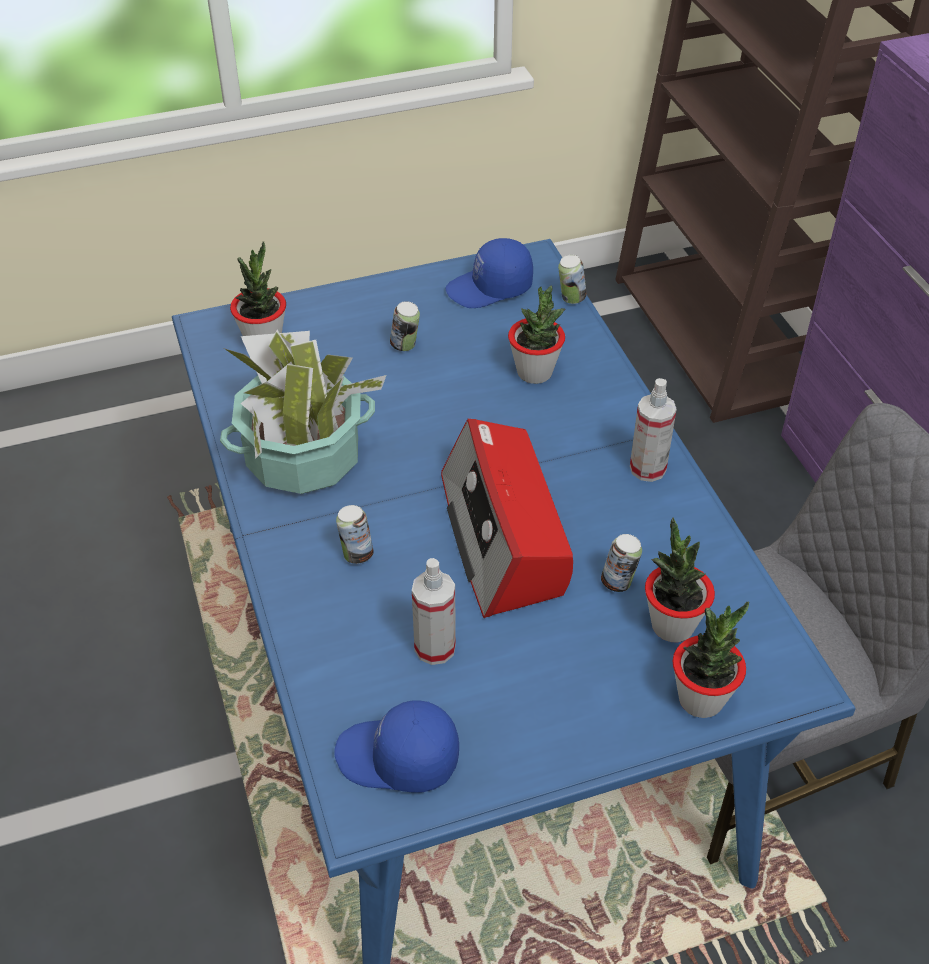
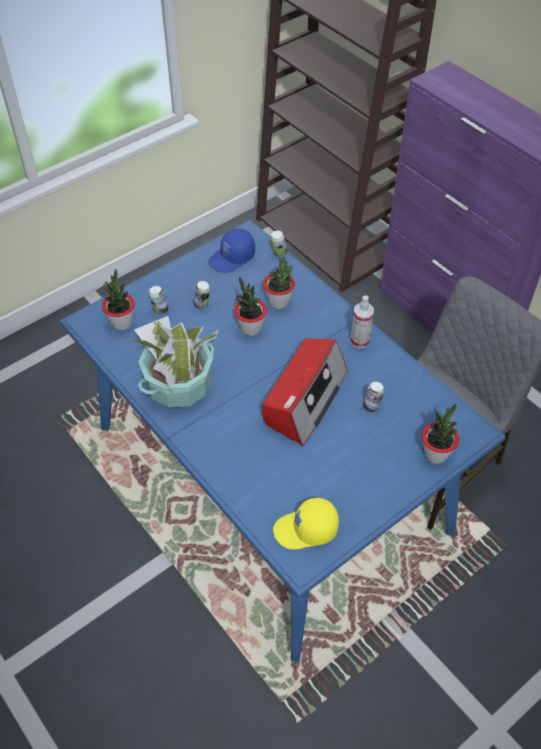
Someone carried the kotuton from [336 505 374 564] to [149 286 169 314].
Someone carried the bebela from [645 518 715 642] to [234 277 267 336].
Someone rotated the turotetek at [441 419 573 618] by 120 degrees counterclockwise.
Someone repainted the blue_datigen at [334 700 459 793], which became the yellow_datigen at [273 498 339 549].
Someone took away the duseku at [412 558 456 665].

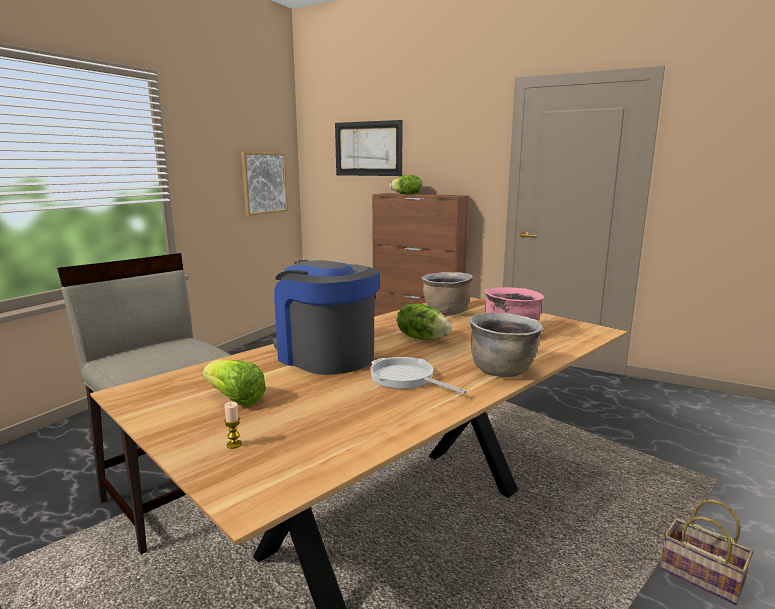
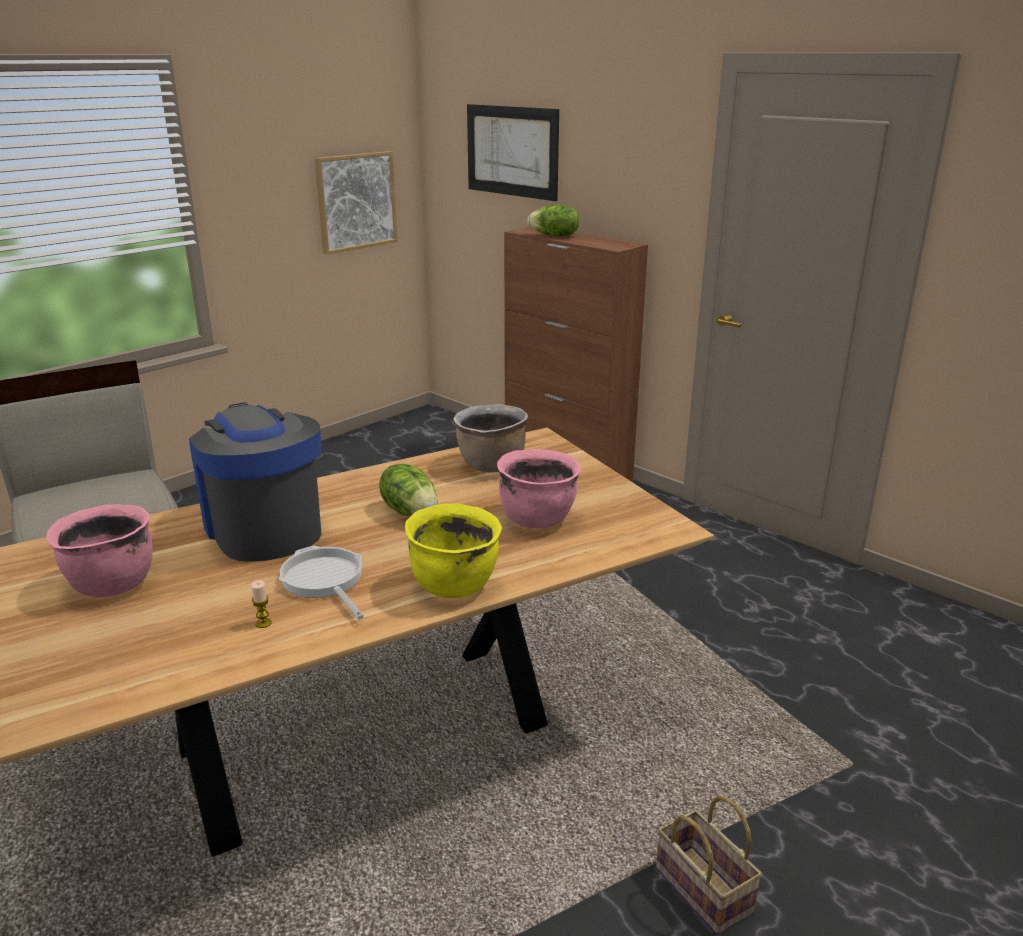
Someone swapped the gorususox at [202 359 266 407] for the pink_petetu at [46 504 153 597].
Someone carried the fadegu from [224 401 242 449] to [251 580 272 628].
Someone repainted the brown_petetu at [470 312 543 377], which became the yellow_petetu at [405 503 502 598].

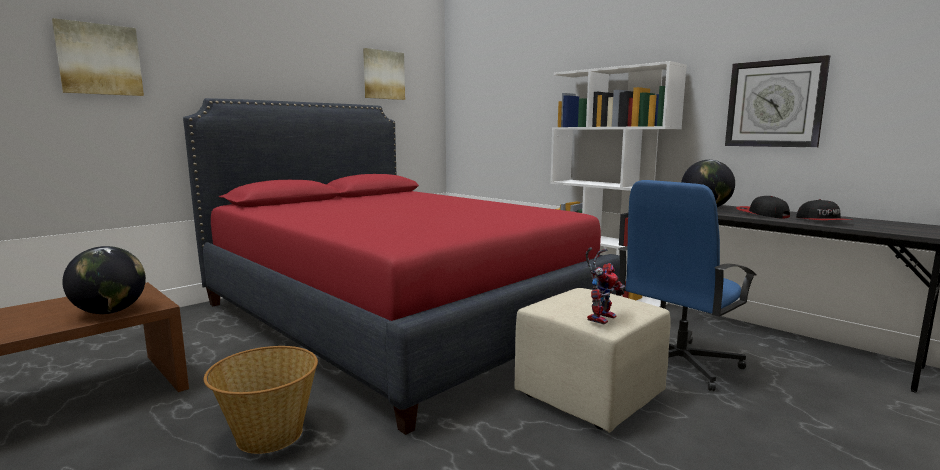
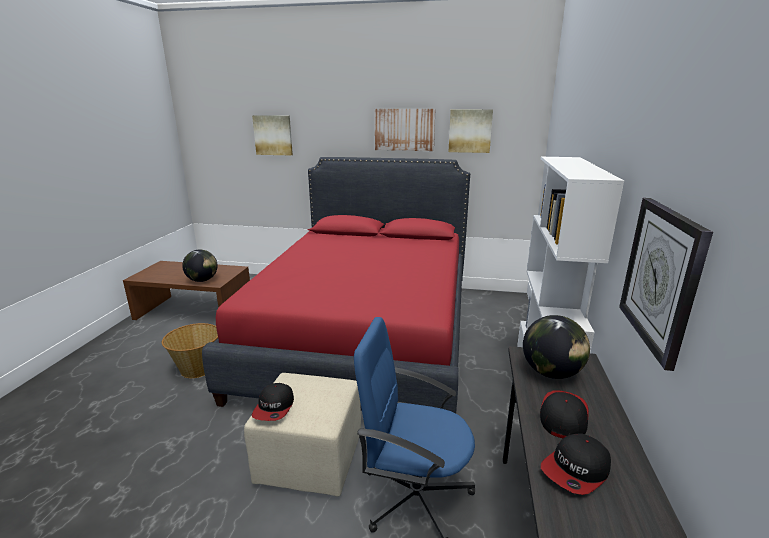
Someone swapped the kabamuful at [586 248 625 325] for the datigen at [252 383 294 421].
Someone put up the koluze at [375 109 436 151].

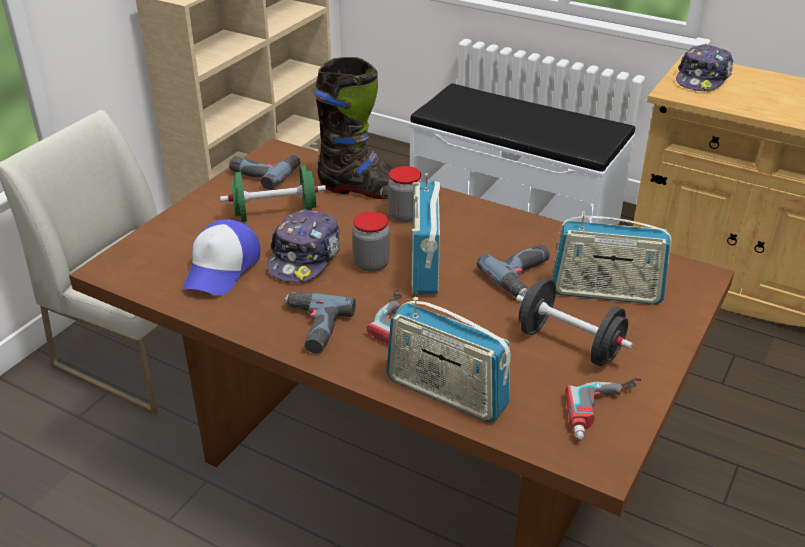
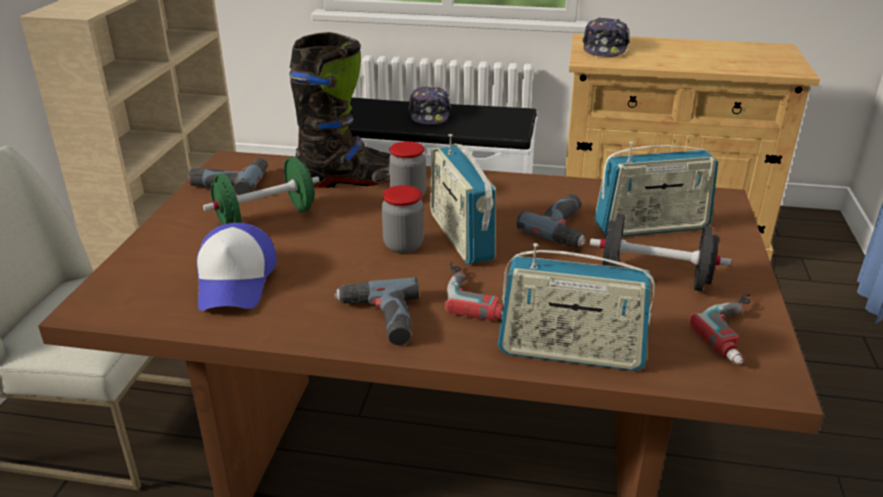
Someone carried the datigen from [267 209 341 283] to [408 86 451 125].

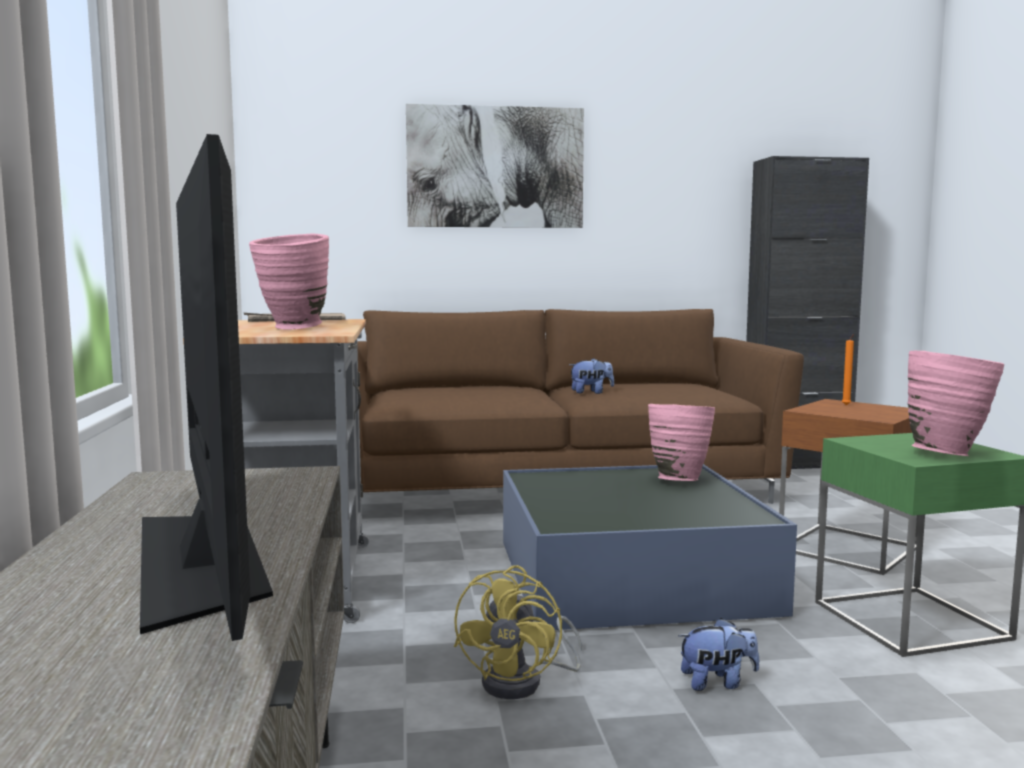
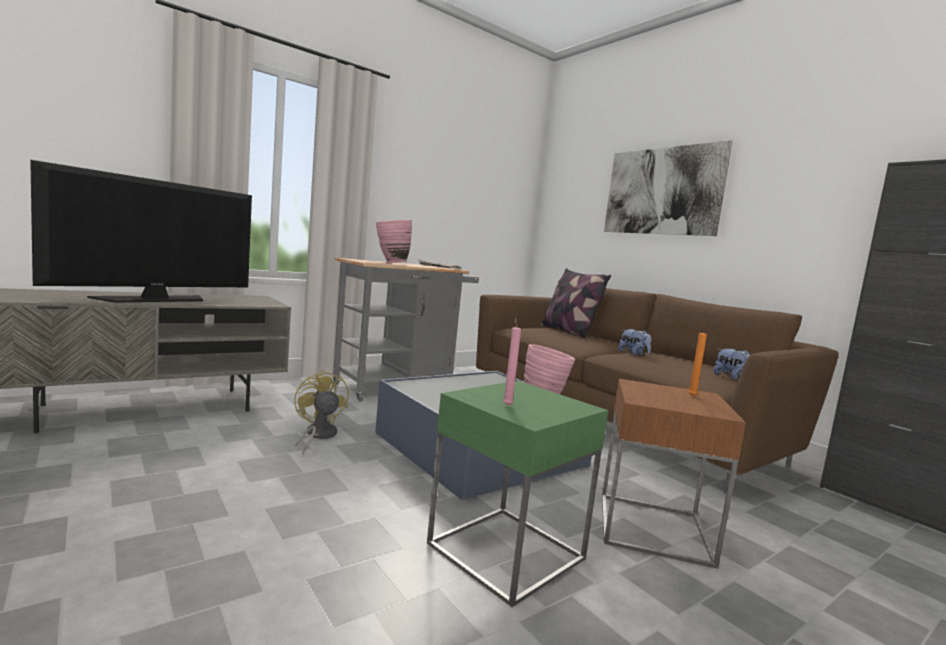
Someone rotated the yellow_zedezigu at [454 565 582 699] by 75 degrees clockwise.
Someone swapped the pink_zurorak at [907 351 1004 456] for the pink_fadegu at [503 318 521 406].
Someone put down the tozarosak at [541 268 611 338].
Someone carried the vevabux from [678 618 759 691] to [713 348 751 380].

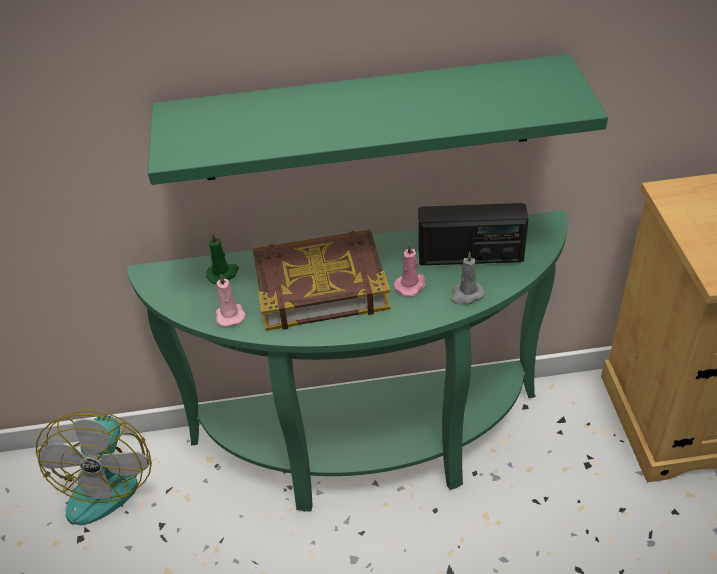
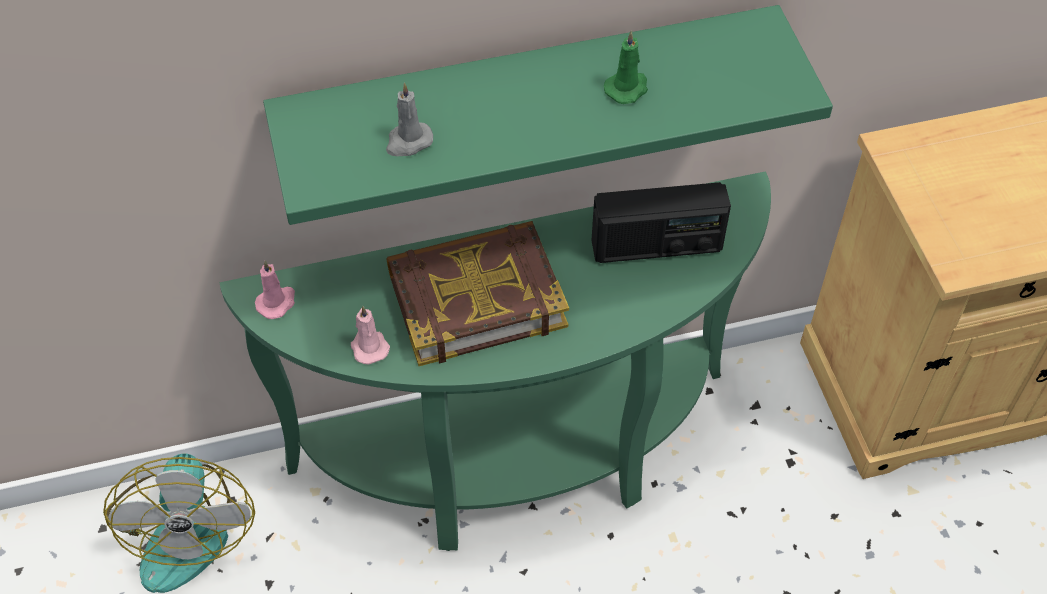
Someone carried the pink_fadegu from [394 243 426 296] to [255 261 295 319].
Someone carried the grey_fadegu from [450 251 484 305] to [386 82 433 156].
Someone carried the green_fadegu from [206 233 239 284] to [604 30 648 104].

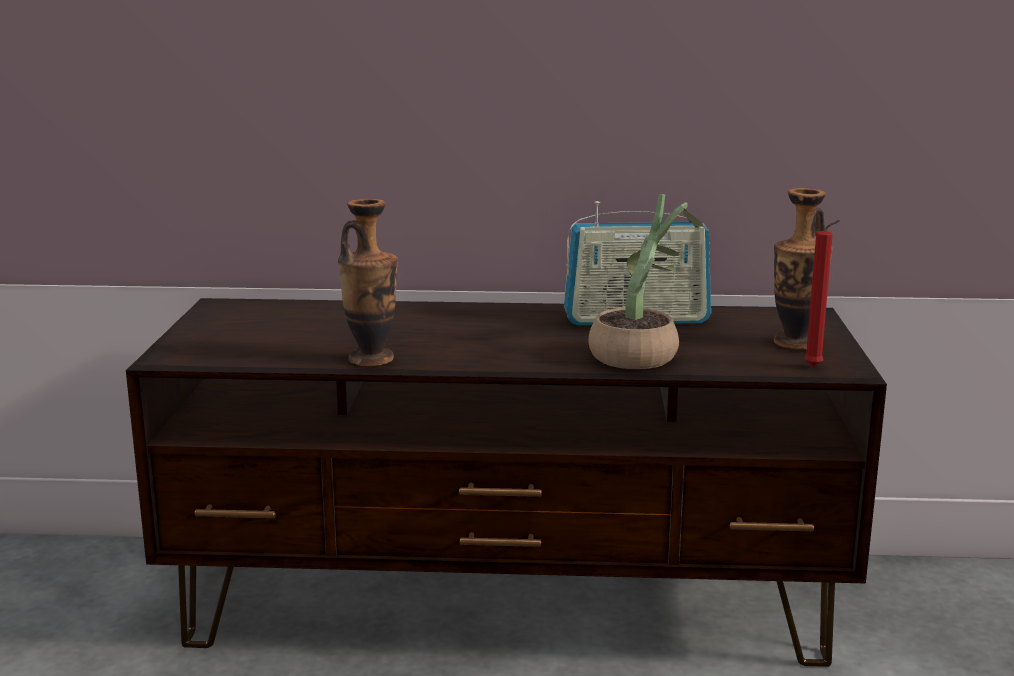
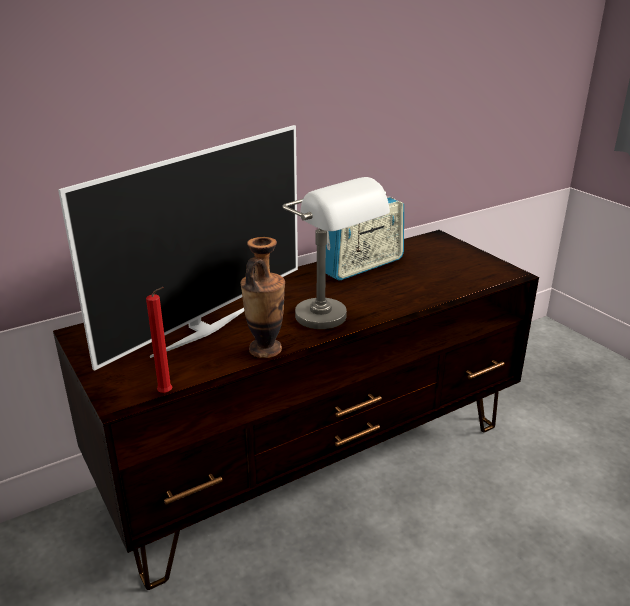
Someone put down the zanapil at [58 125 298 371].
Someone carried the red_fadegu from [804 220 840 366] to [146 287 172 394].
Someone put down the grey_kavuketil at [282 177 390 329].
Someone took away the bebela at [589 194 703 369].
Someone took away the zurorak at [774 188 833 350].

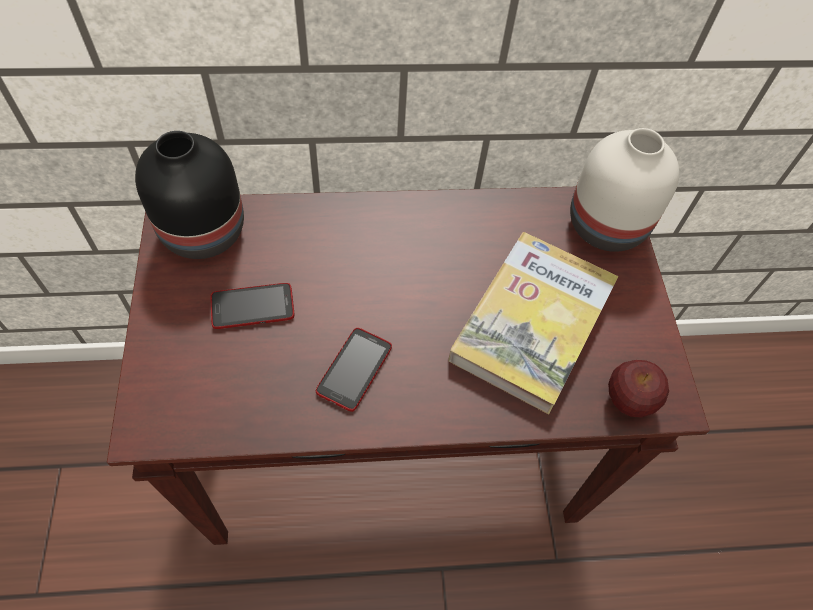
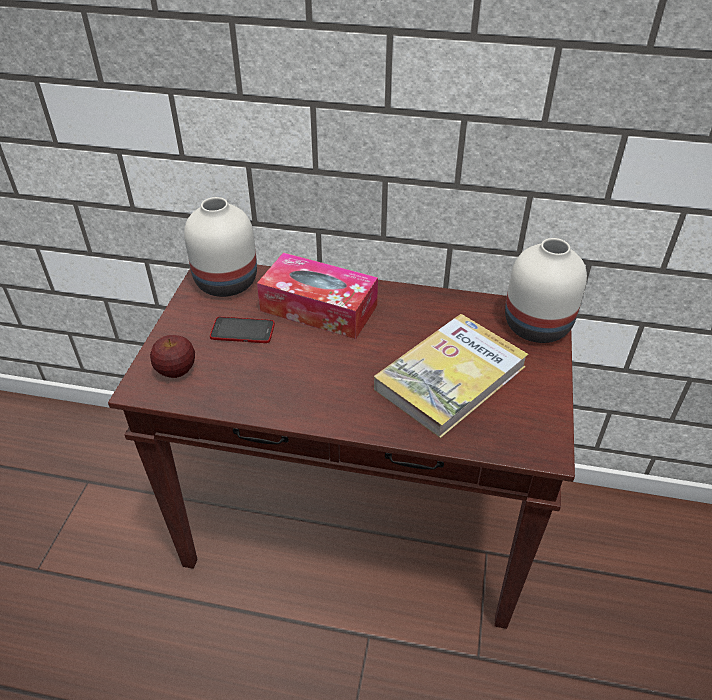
Someone carried the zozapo from [608 360 669 417] to [150 335 195 378].
Someone repainted the black_zurorak at [135 131 244 259], which became the white_zurorak at [184 197 257 297].
Someone put down the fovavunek at [257 252 378 339].
Someone took away the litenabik at [316 328 392 412].

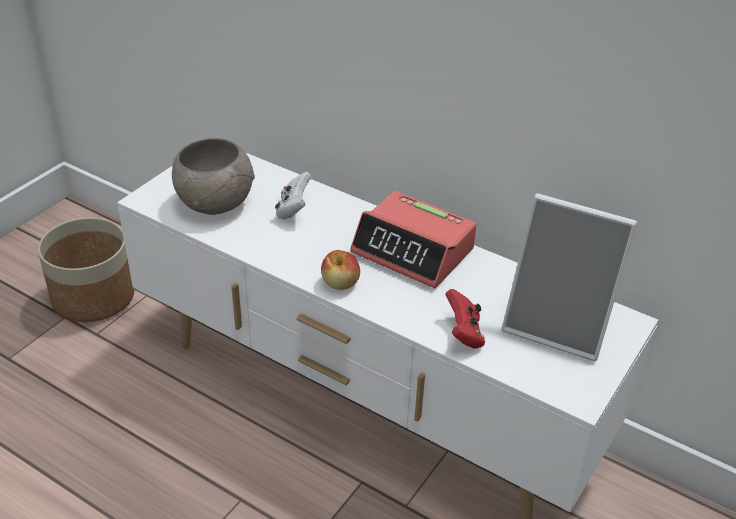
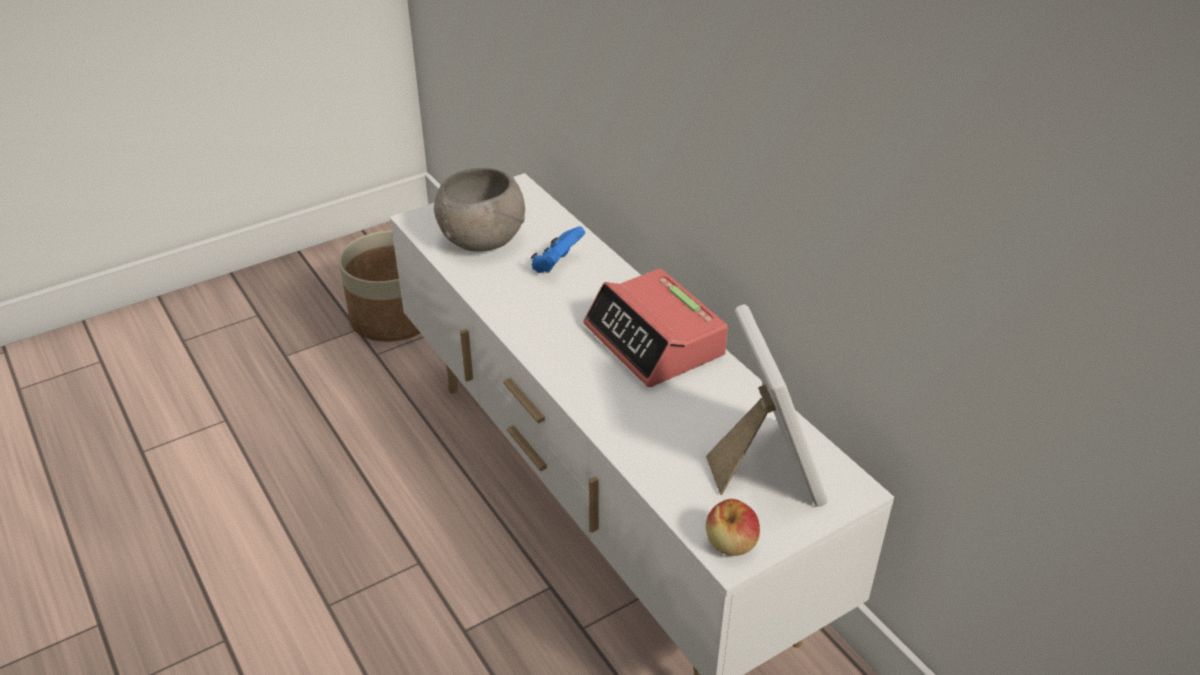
Someone repainted the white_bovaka at [275 172 312 219], which became the blue_bovaka at [531 226 585 273].
Someone rotated the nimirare at [502 193 637 361] by 150 degrees counterclockwise.
Someone carried the zozapo from [321 250 360 290] to [706 499 760 556].
Someone took away the red_bovaka at [445 289 485 349].

